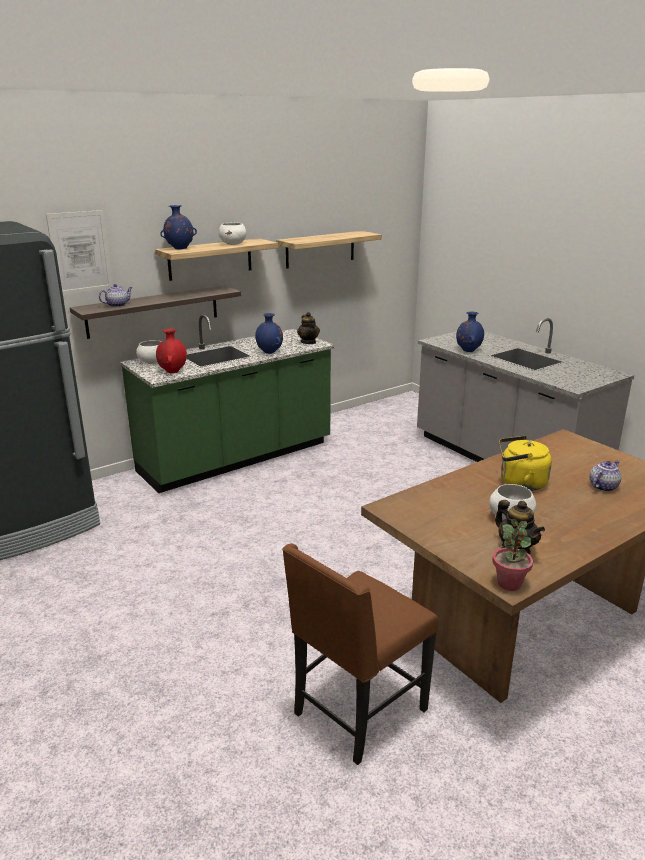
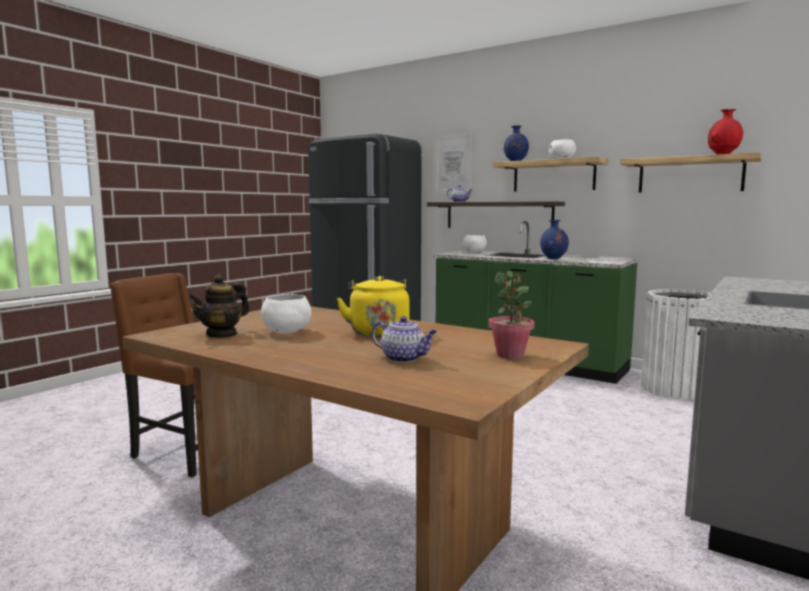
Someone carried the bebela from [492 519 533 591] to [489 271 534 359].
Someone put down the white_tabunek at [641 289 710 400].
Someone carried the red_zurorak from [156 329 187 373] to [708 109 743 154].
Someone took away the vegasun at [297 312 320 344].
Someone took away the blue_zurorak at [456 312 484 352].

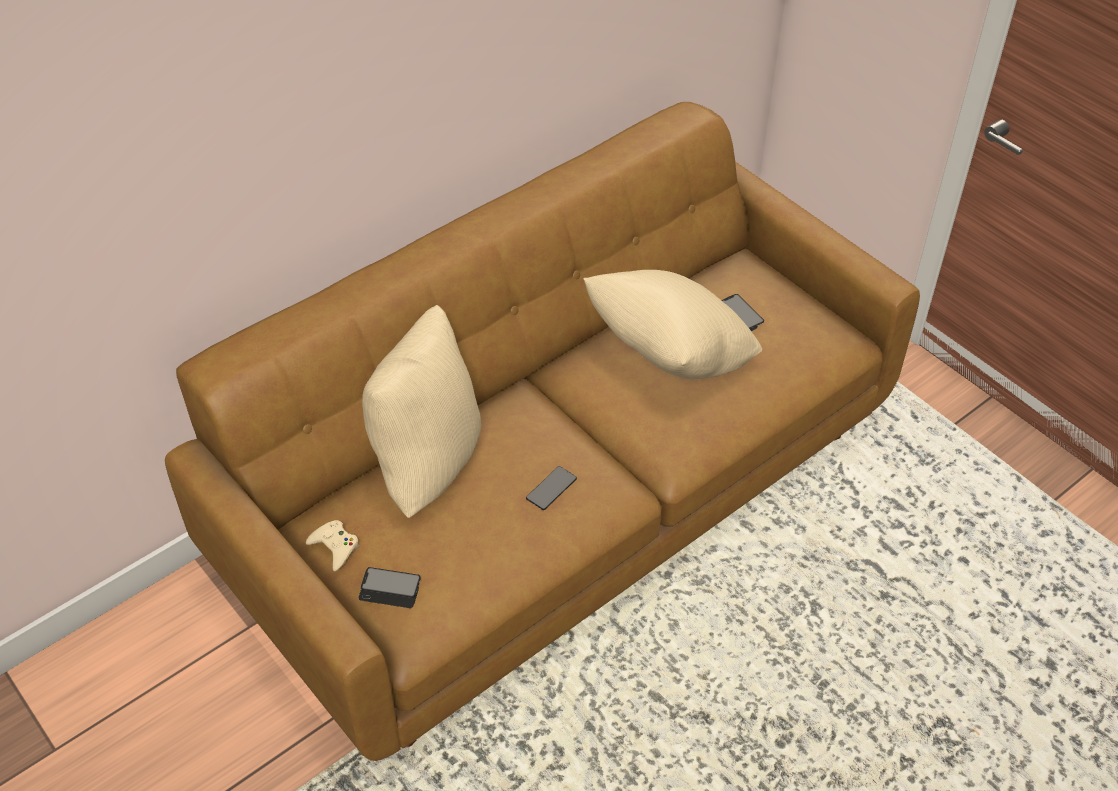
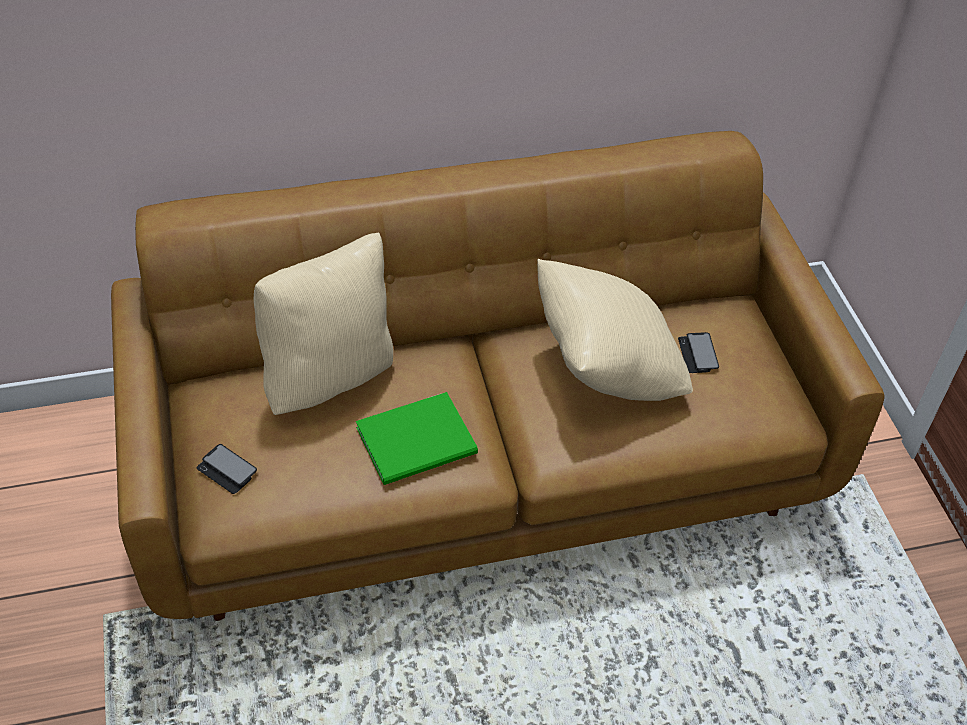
Someone swapped the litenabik at [526 466 577 510] for the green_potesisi at [356 392 478 485].
Someone took away the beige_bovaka at [306 520 359 571].

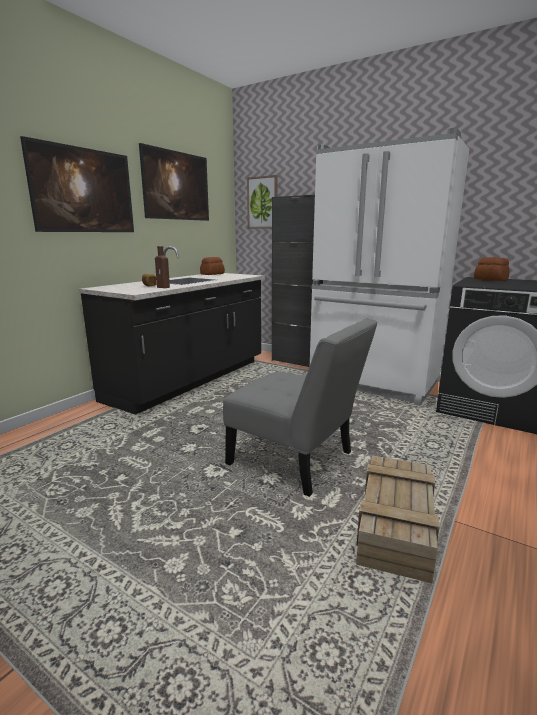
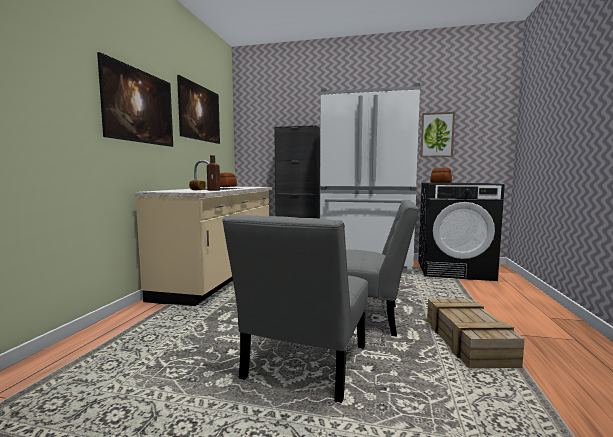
Someone repainted the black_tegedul at [79 246 265 415], which became the beige_tegedul at [135 160 272 306].
Someone put down the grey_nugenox at [222 215 368 403].
Someone carried the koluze from [247 175 278 229] to [420 112 455 157].

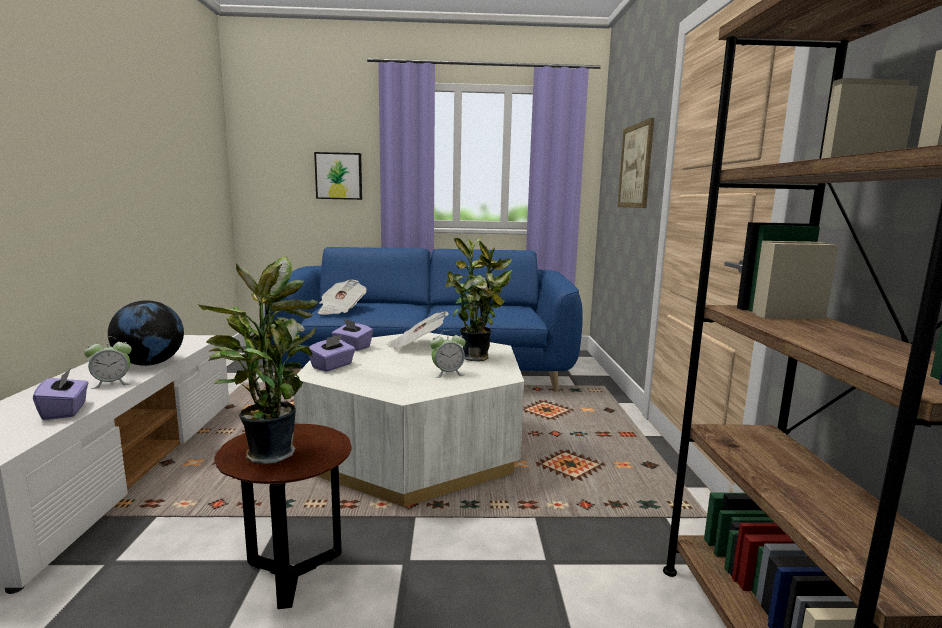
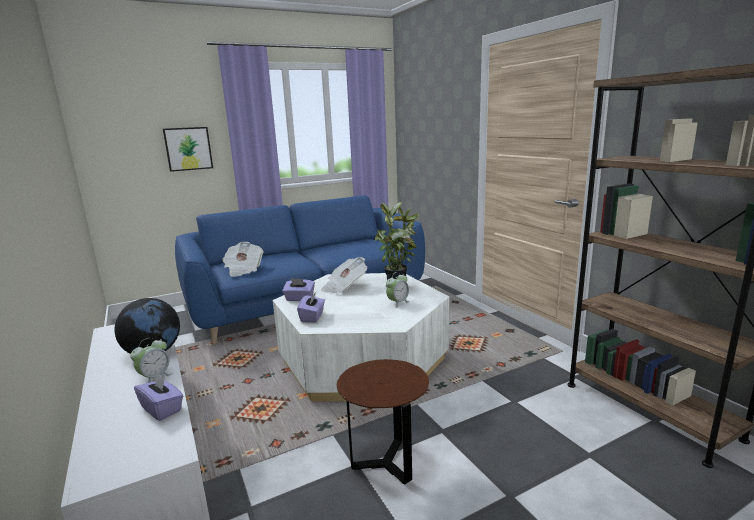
Someone took away the bebela at [198 256 318 464].
Someone took away the koluze at [617 118 654 208].

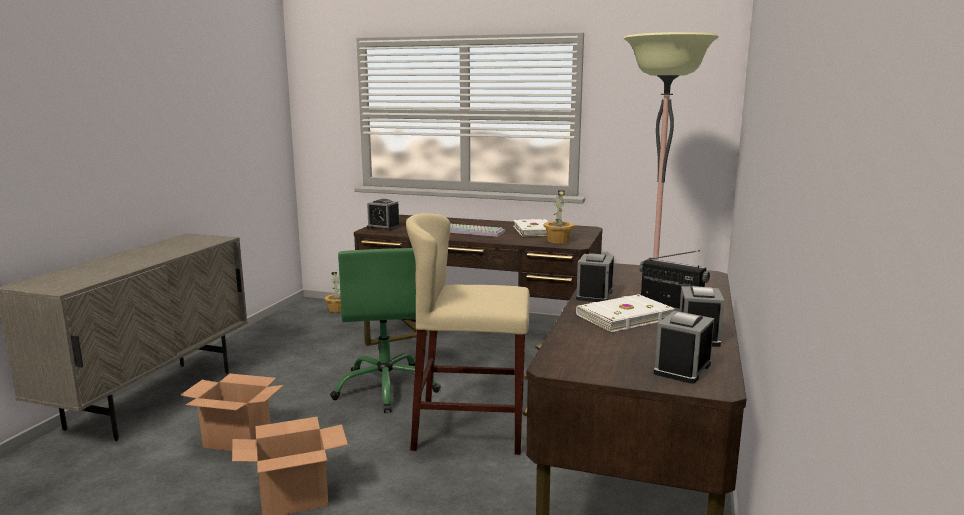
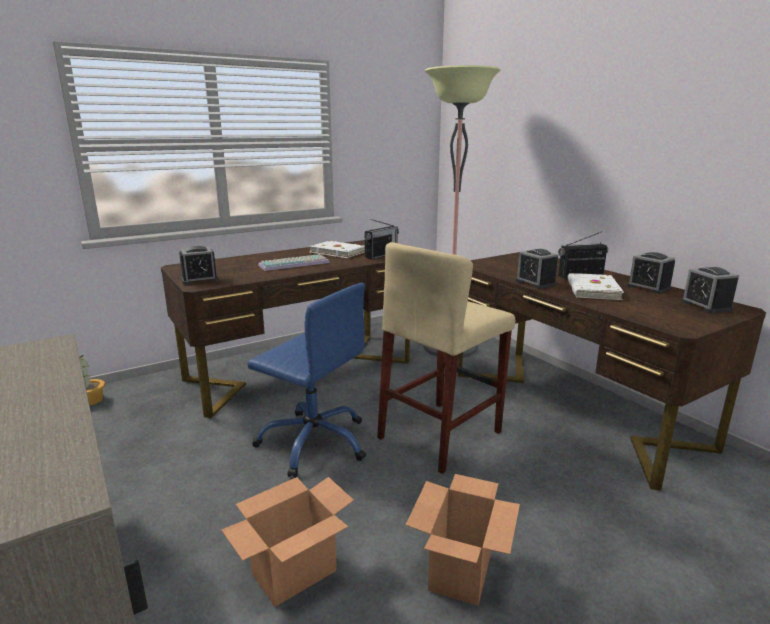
Someone repainted the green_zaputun at [330 248 441 413], which became the blue_zaputun at [248 283 366 478].
Someone swapped the bebela at [544 190 574 244] for the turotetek at [364 219 399 259].

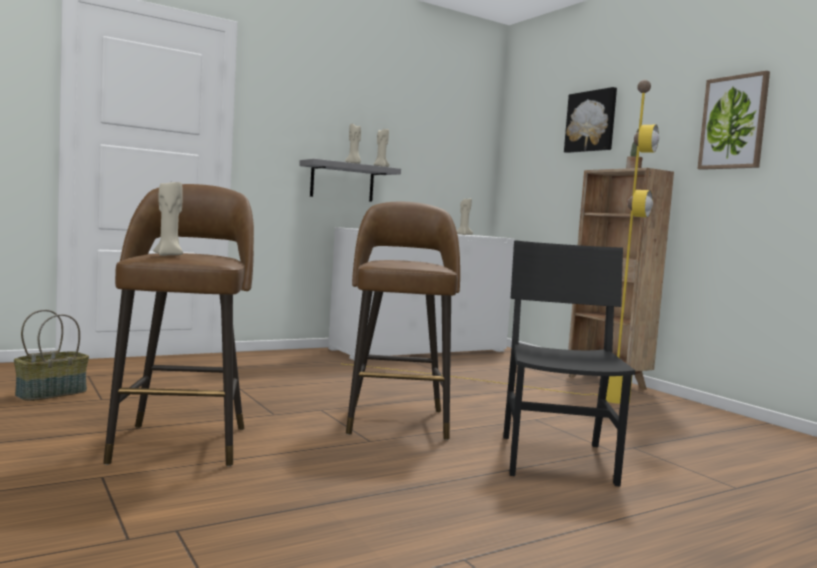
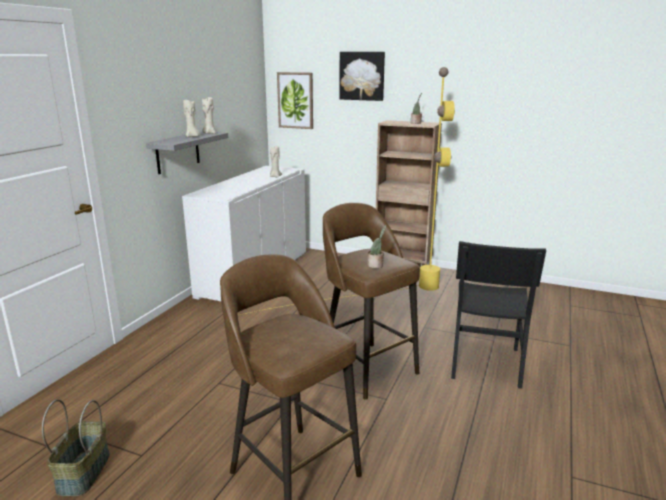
Someone carried the koluze from [697 71 770 170] to [277 72 313 129].
Someone put down the bebela at [368 225 386 269].
Someone rotated the black_nugenox at [503 240 636 486] by 135 degrees counterclockwise.
Someone took away the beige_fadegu at [153 182 183 256].

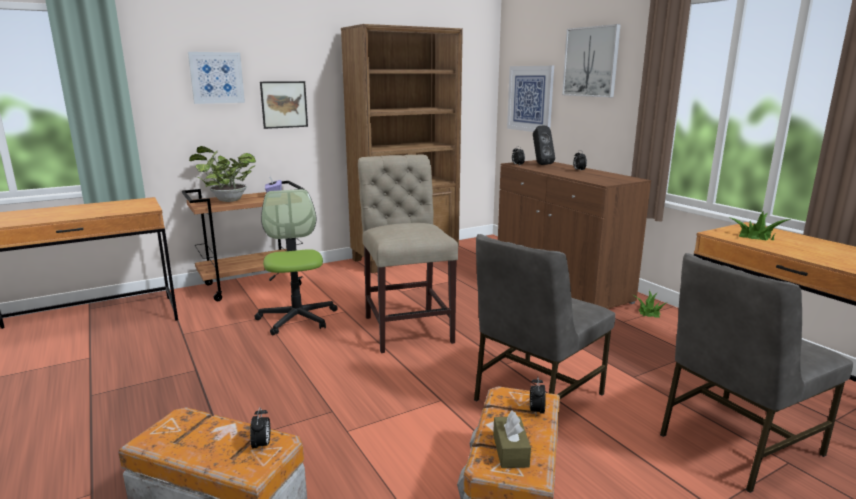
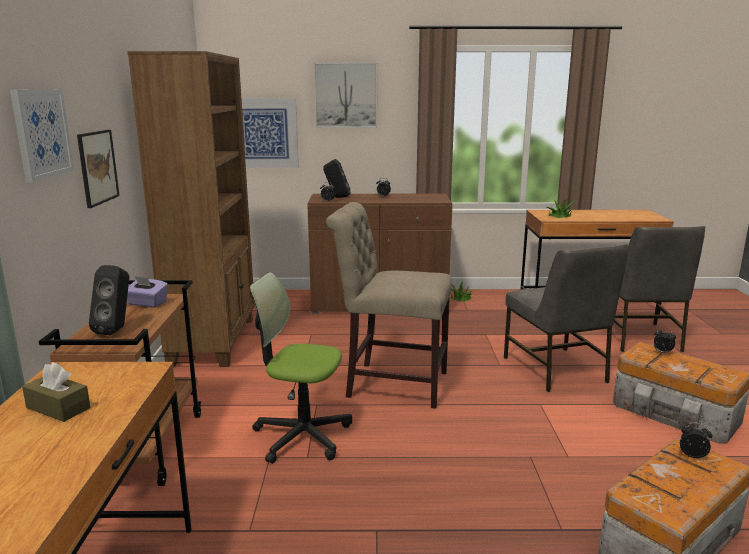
Someone carried the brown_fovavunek from [493 410 531 468] to [22 362 90 422].
Someone swapped the bebela at [189 146 256 202] for the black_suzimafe at [89 265 129 335].

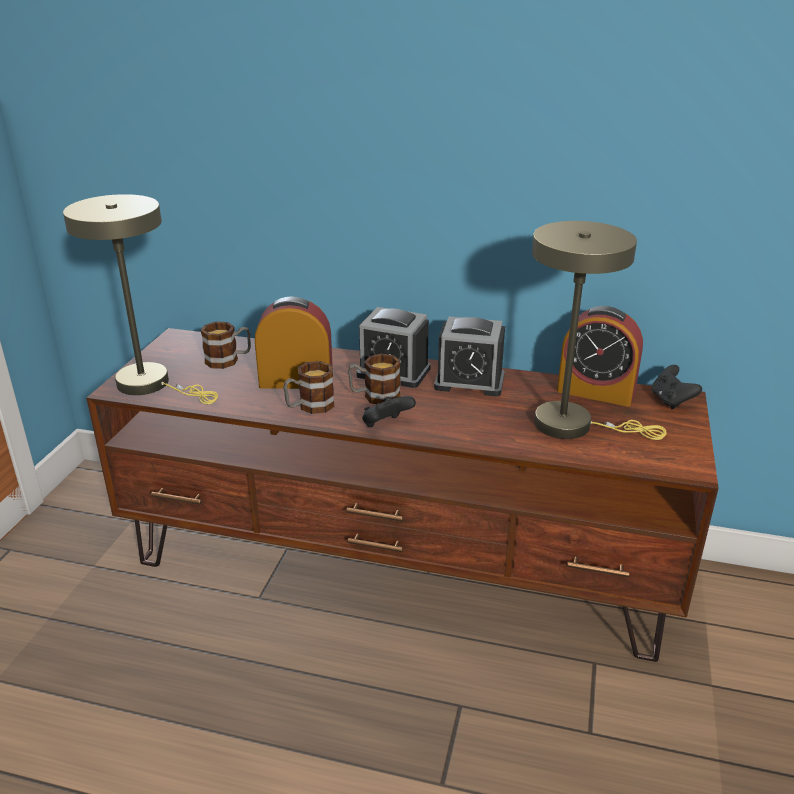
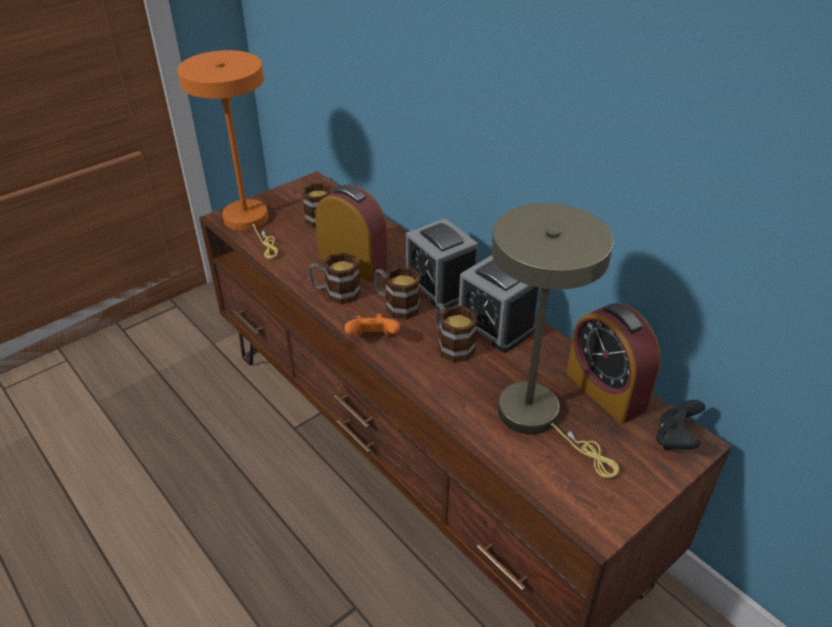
Someone repainted the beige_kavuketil at [63 194 218 404], which became the orange_kavuketil at [177 50 278 259].
Someone repainted the black_bovaka at [362 396 416 427], which became the orange_bovaka at [344 314 400 336].
Someone put down the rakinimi at [435 303 477 362].

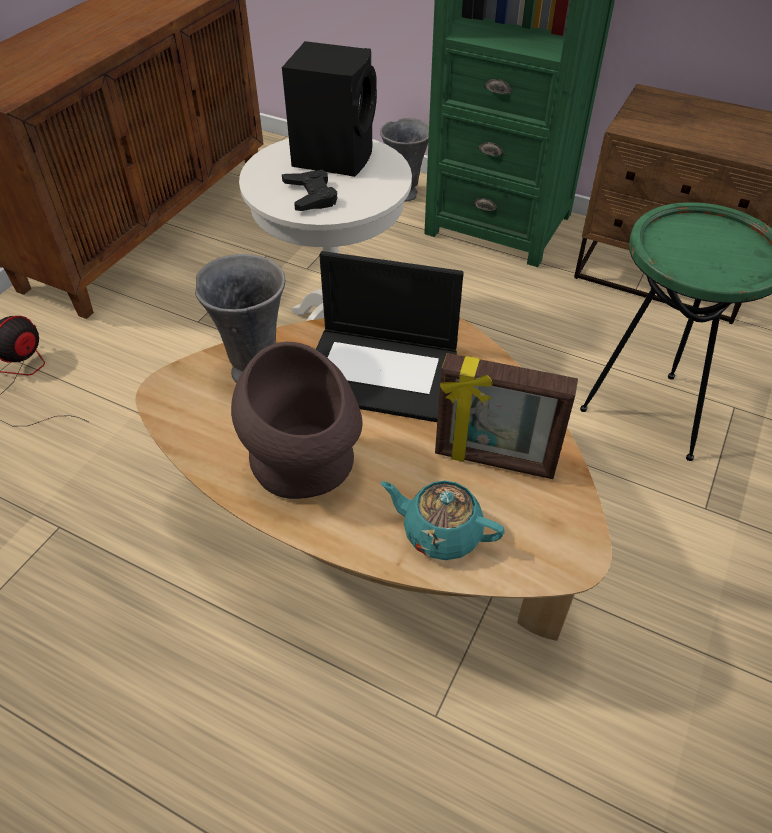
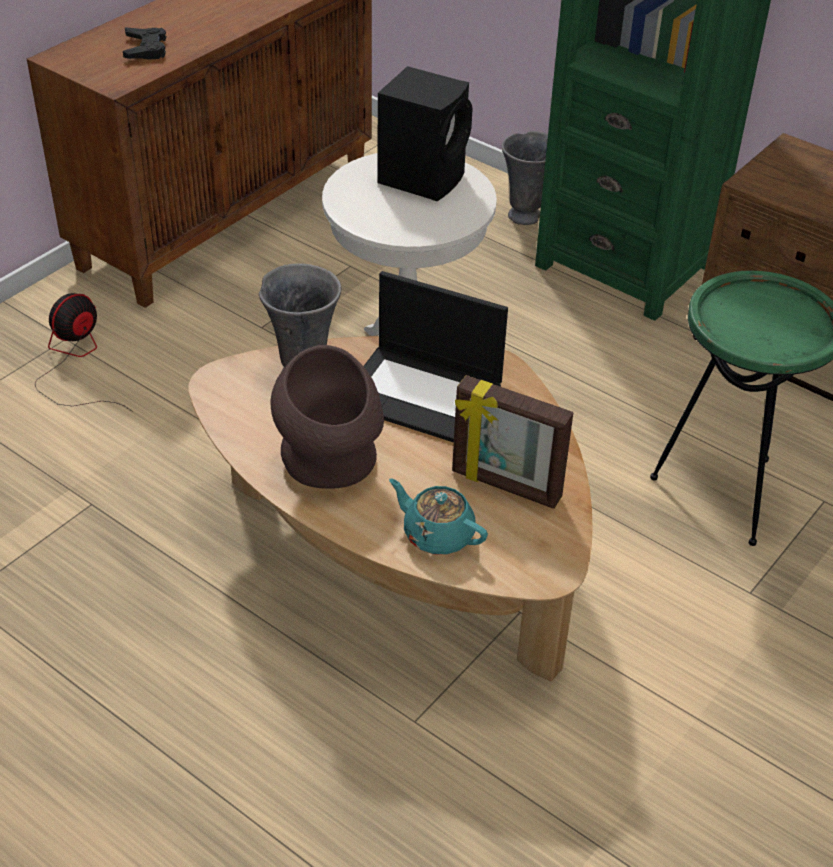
Someone carried the black_bovaka from [282 170 337 211] to [123 28 166 60].

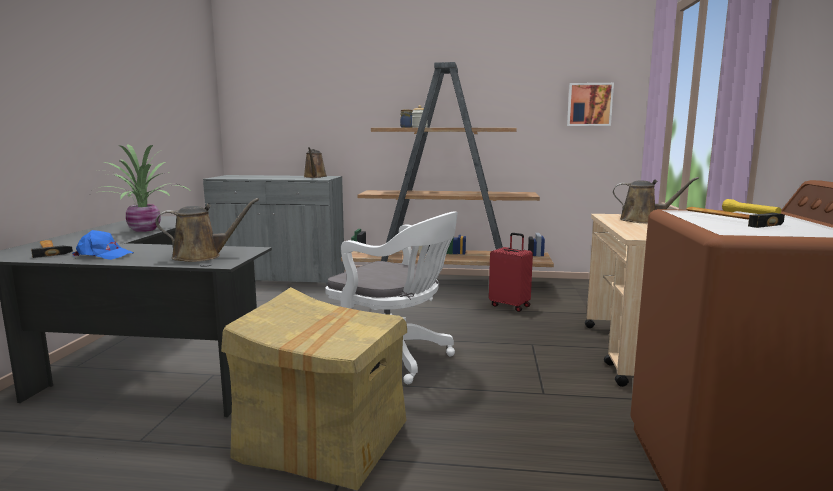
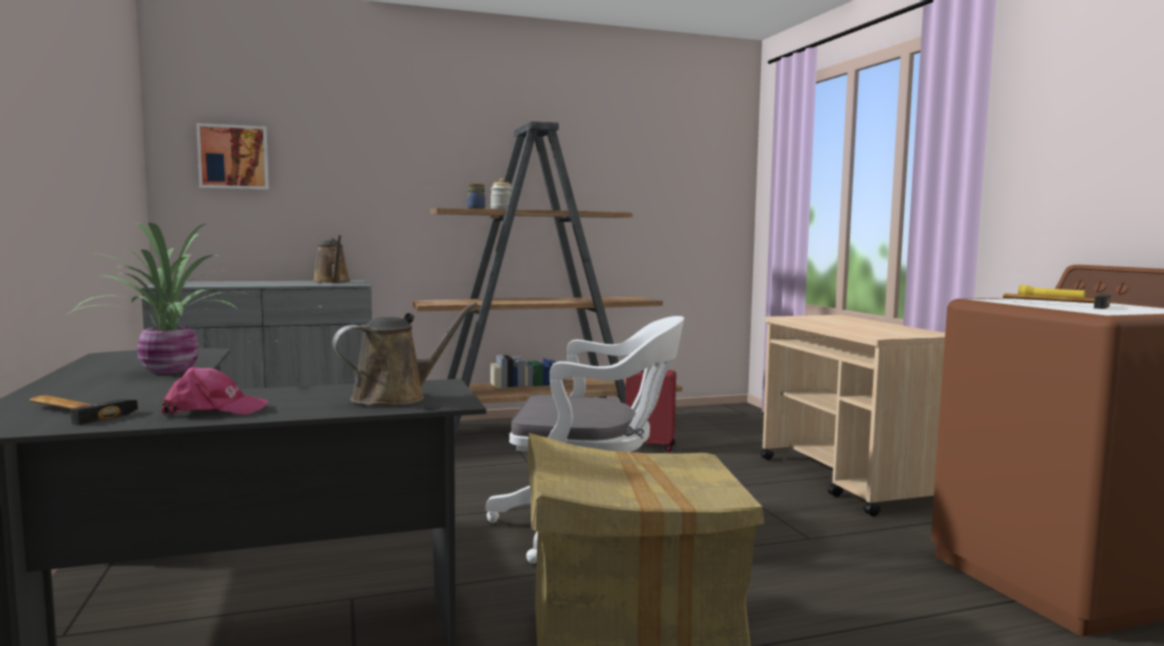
Someone repainted the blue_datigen at [72 230 134 260], which became the pink_datigen at [161 367 268 415].
Someone carried the koluze from [567 83 614 126] to [196 123 269 190].
Someone took away the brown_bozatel at [613 177 699 223].

